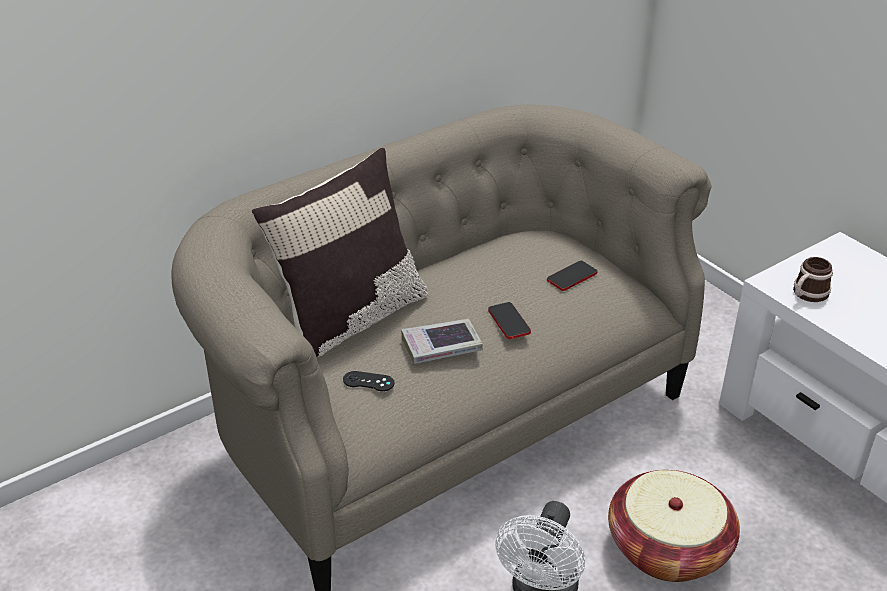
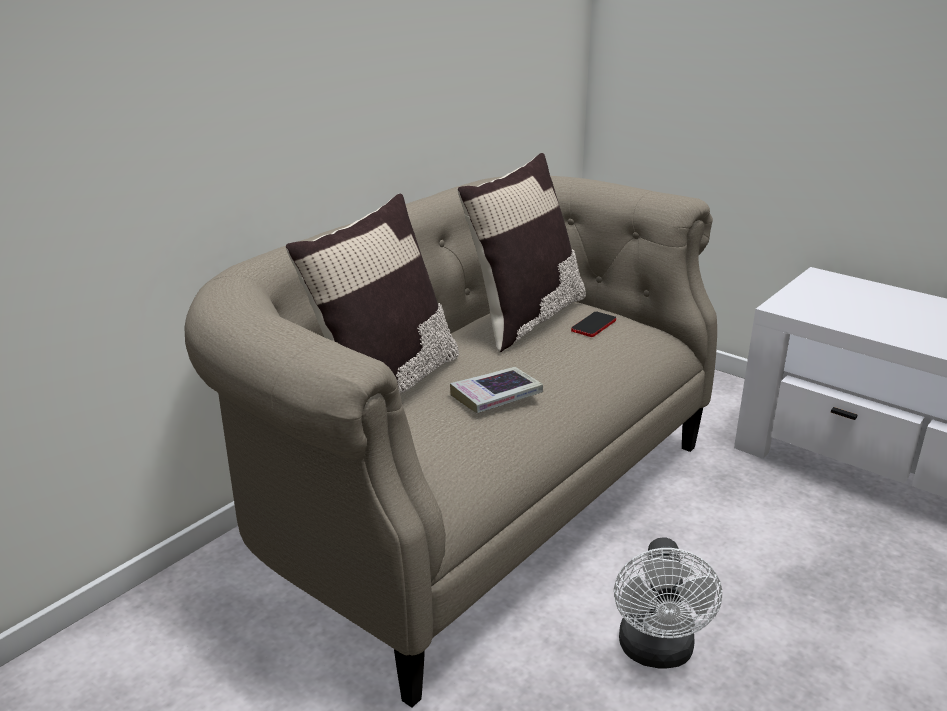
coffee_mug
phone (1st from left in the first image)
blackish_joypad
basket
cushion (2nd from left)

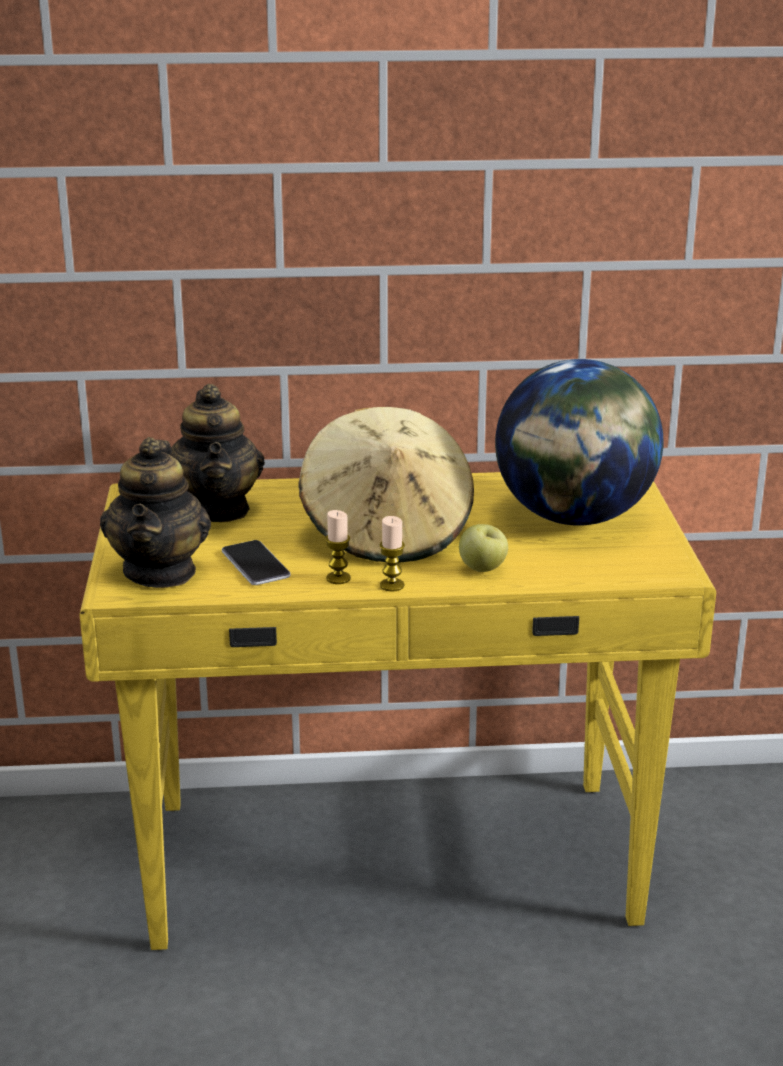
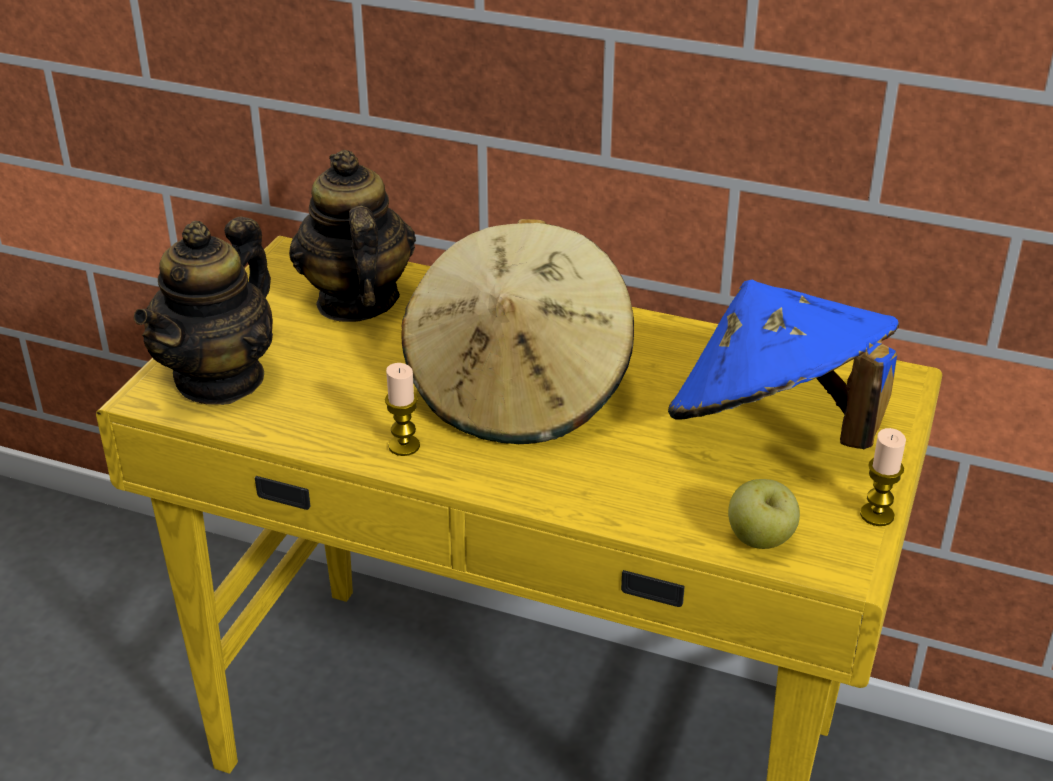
bluish_clothing_hat
pot_for_tea (2nd from left)
wax_light (2nd from left)
apple
phone

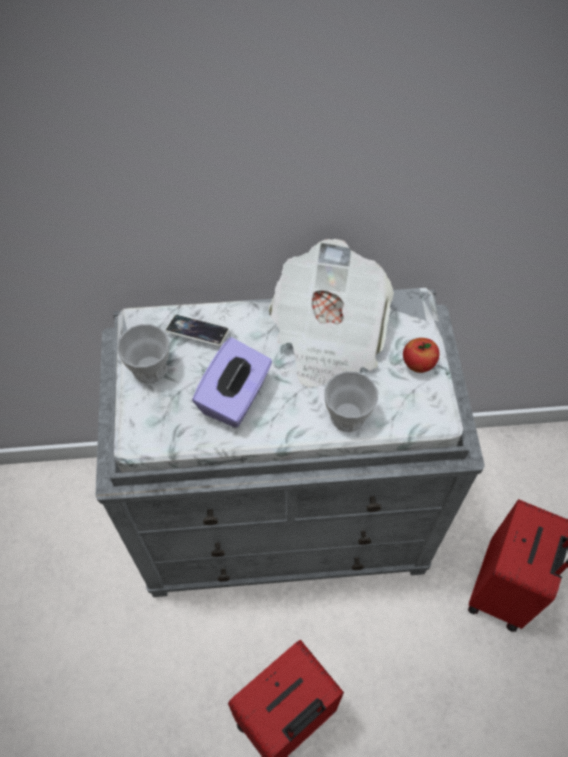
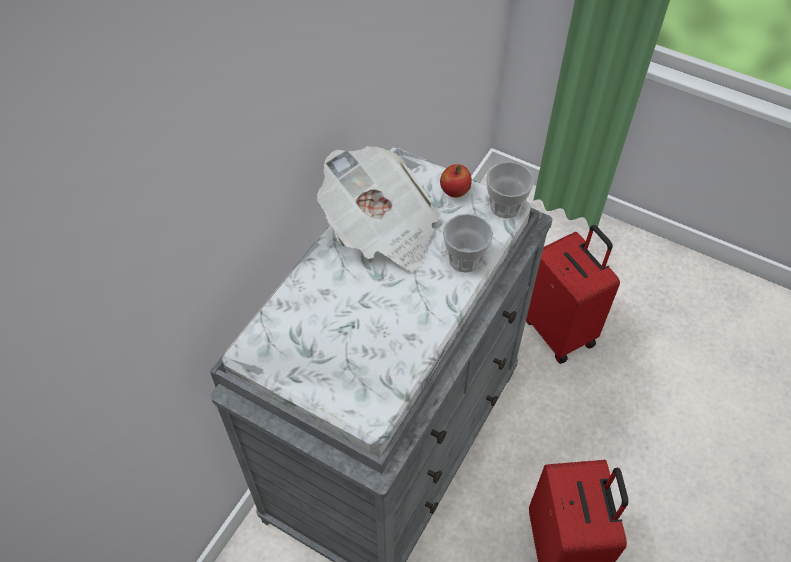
phone
drinking_cup (2nd from left)
purple_tissue_holder

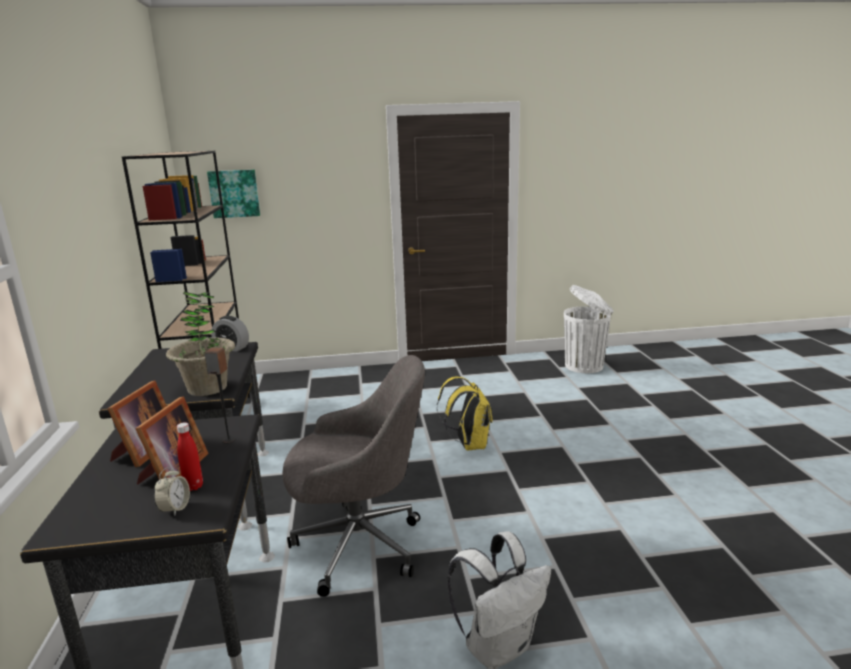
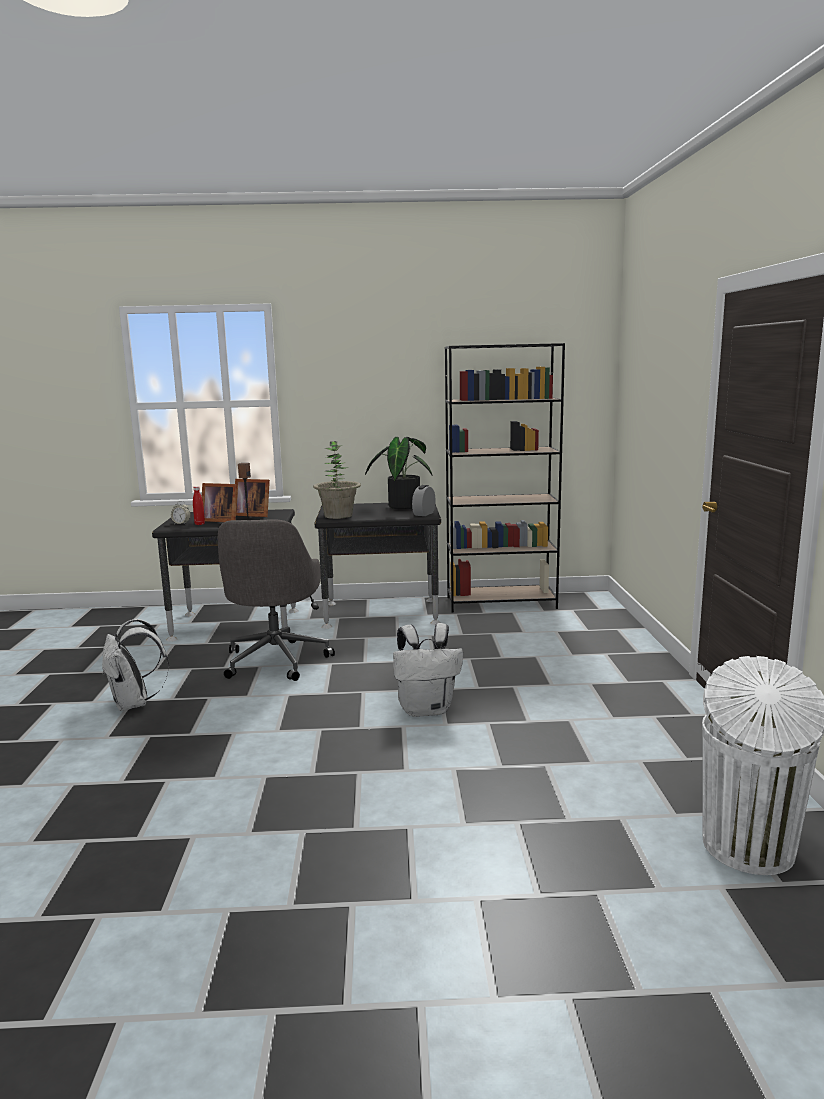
wall_picture
white_rucksack (2nd from left)
houseplant (2nd from left)

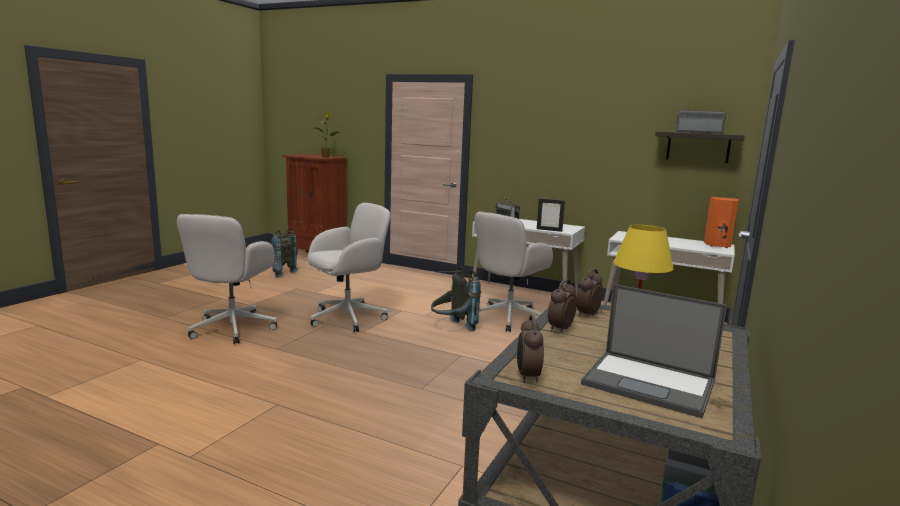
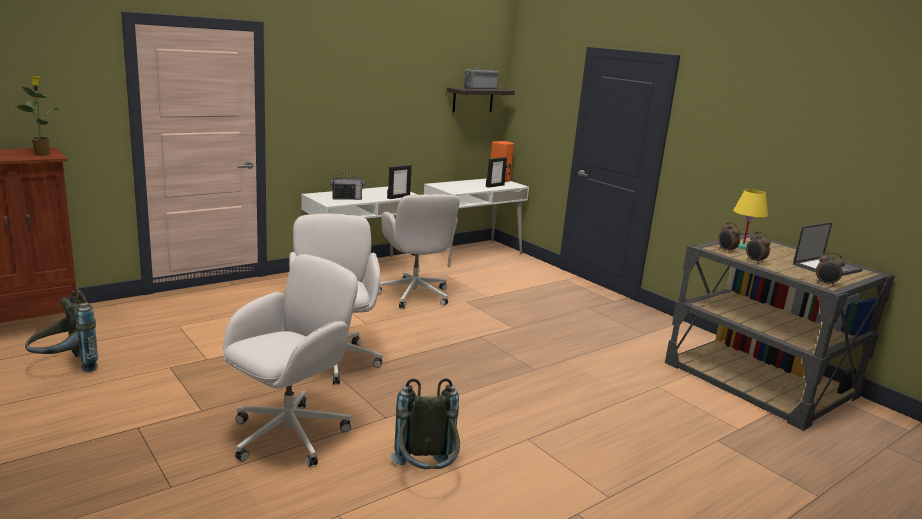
white_desk_chair (1st from left)
grey_rucksack (2nd from left)
standing_frame (2nd from left)

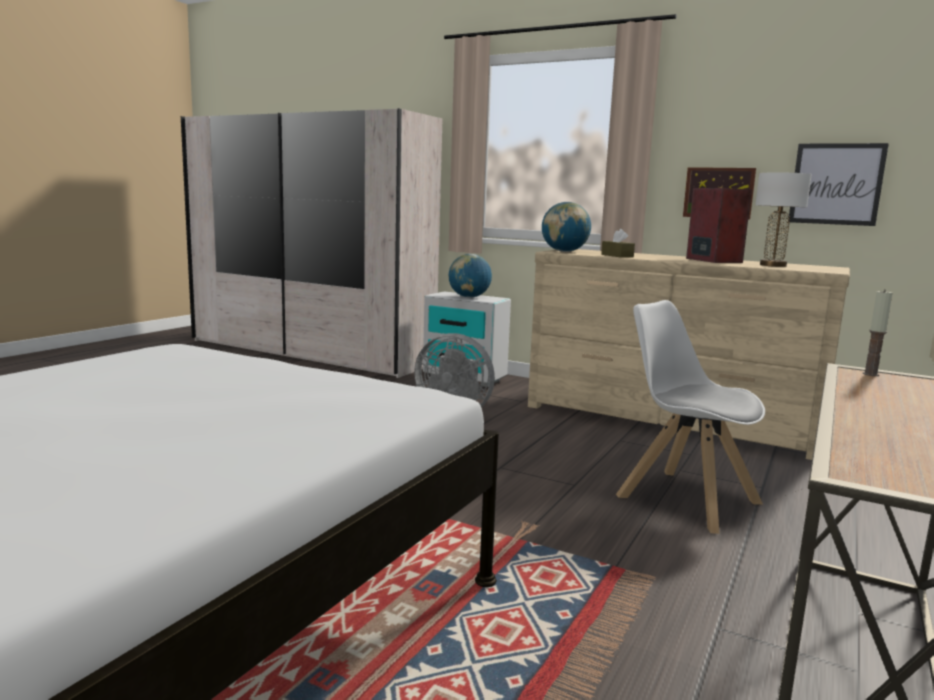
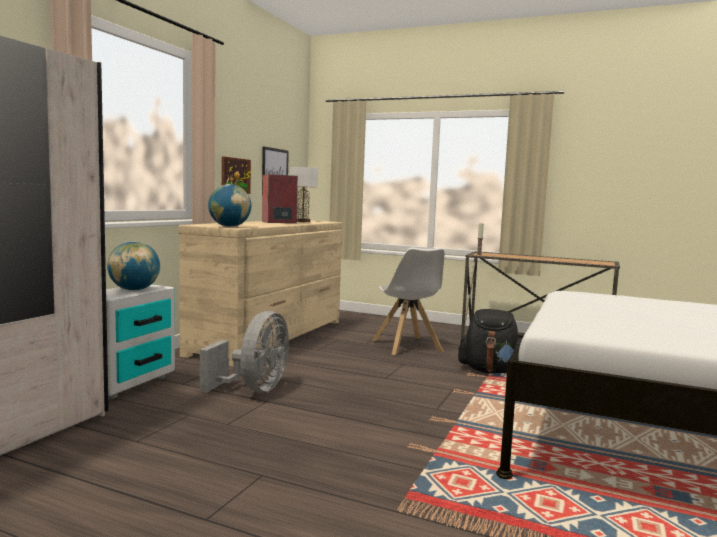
brown_tissue_holder
plain_chair
blackish_rucksack

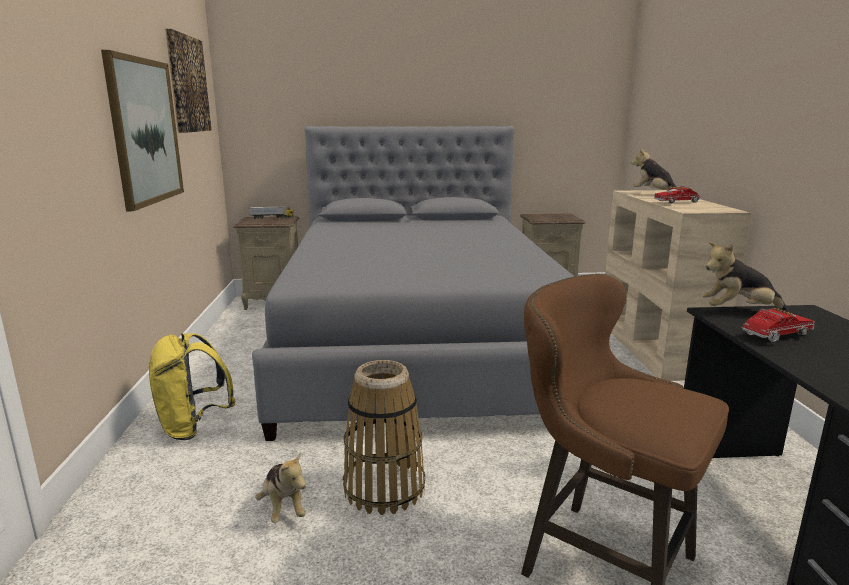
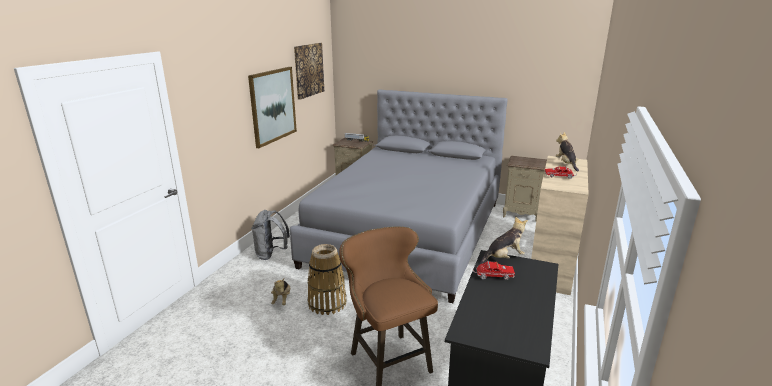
plush_toy (2nd from left)
grey_rucksack

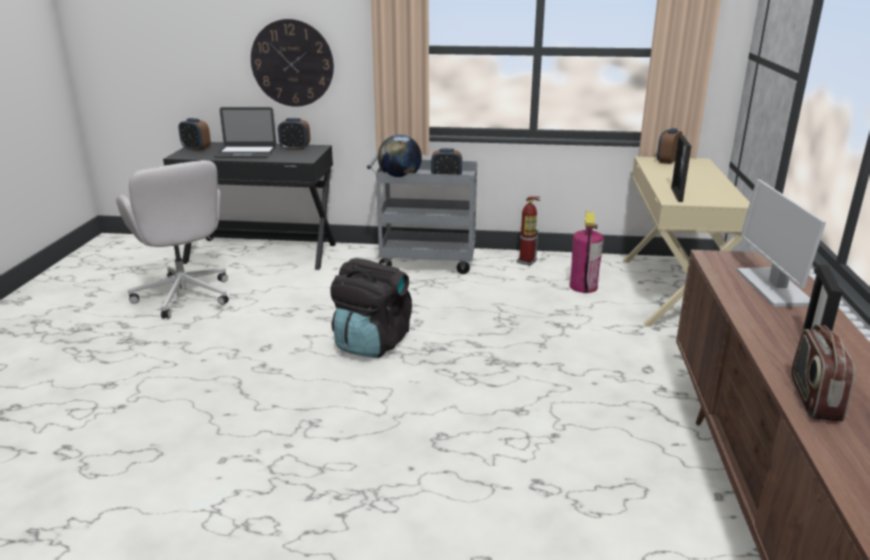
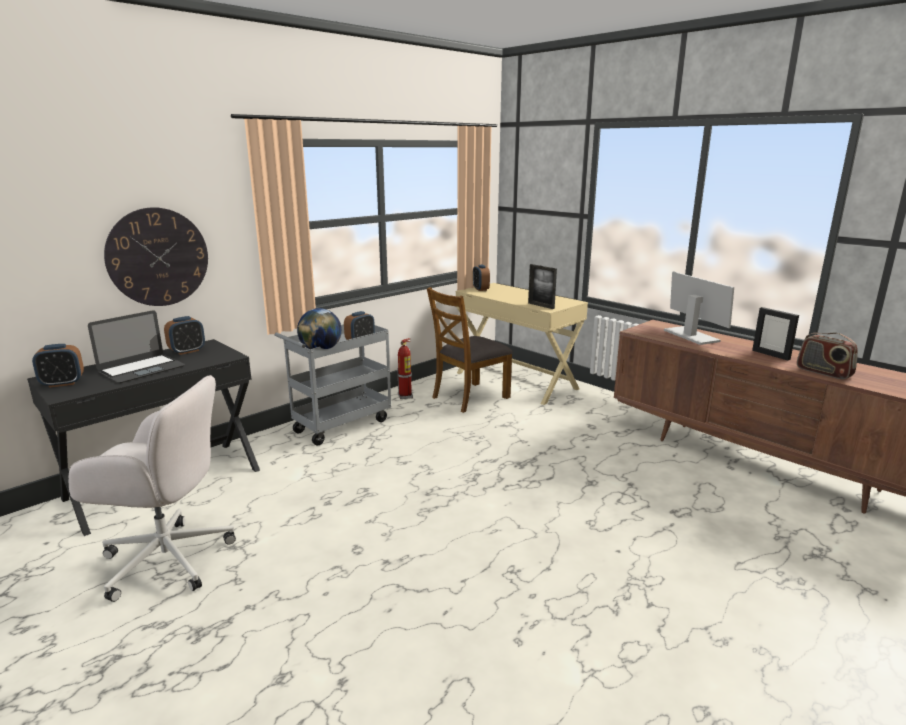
computer_display
brown_plain_chair
blackish_rucksack

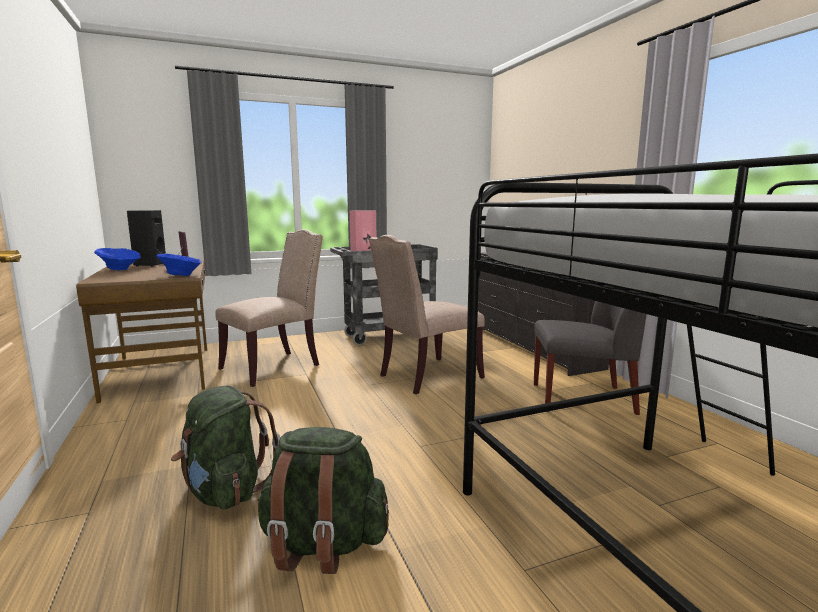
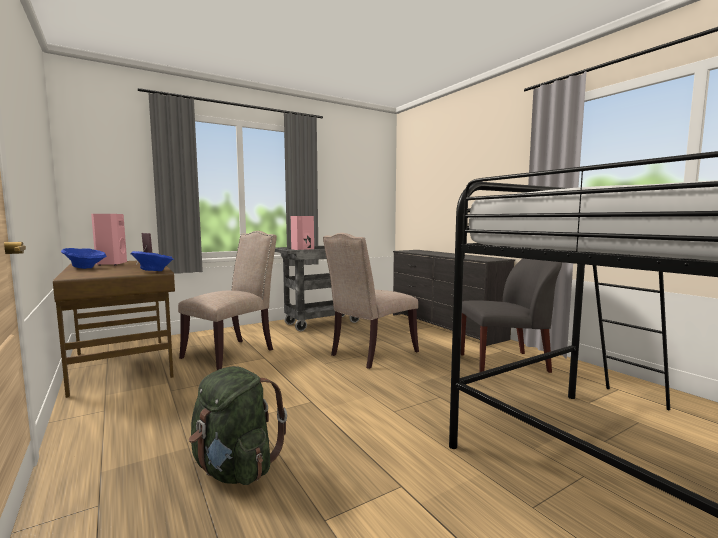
pink-coloured_audio_speaker (1st from left)
green-coloured_rucksack (2nd from left in the first image)

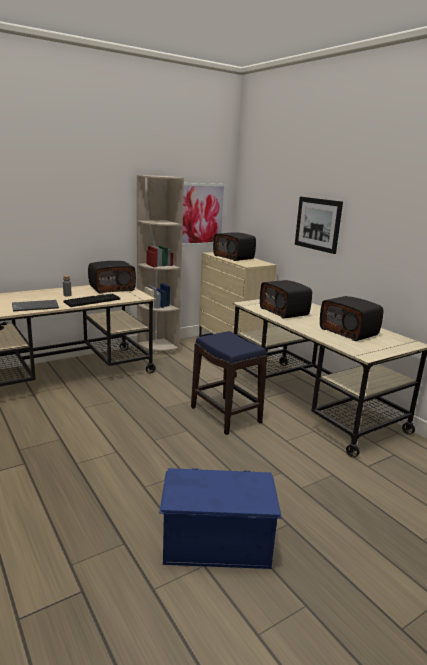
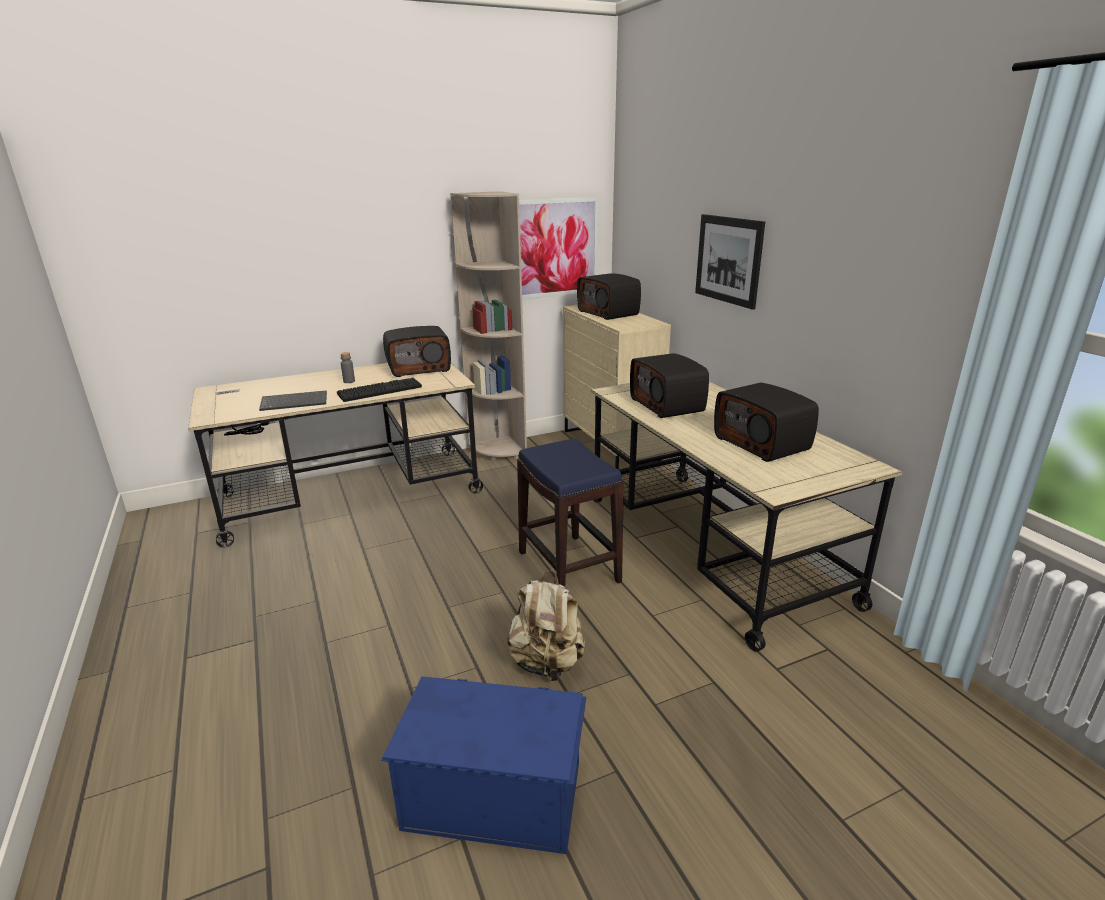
sand-coloured_rucksack

